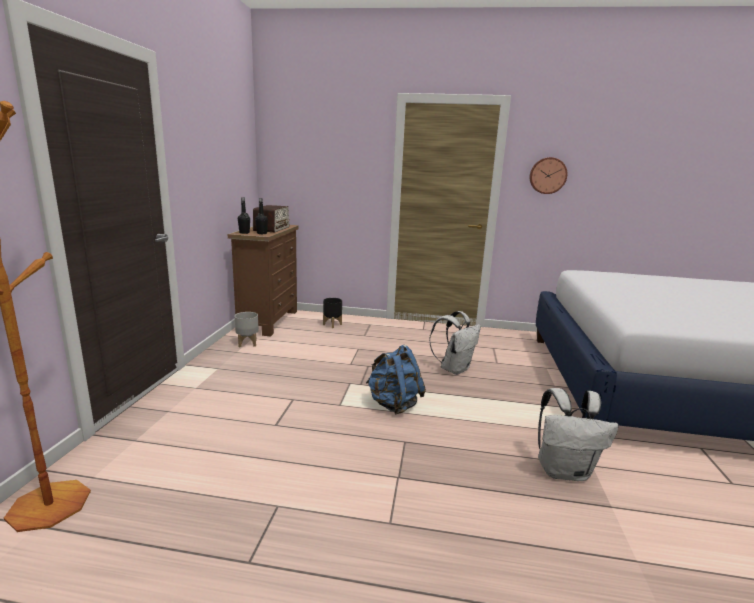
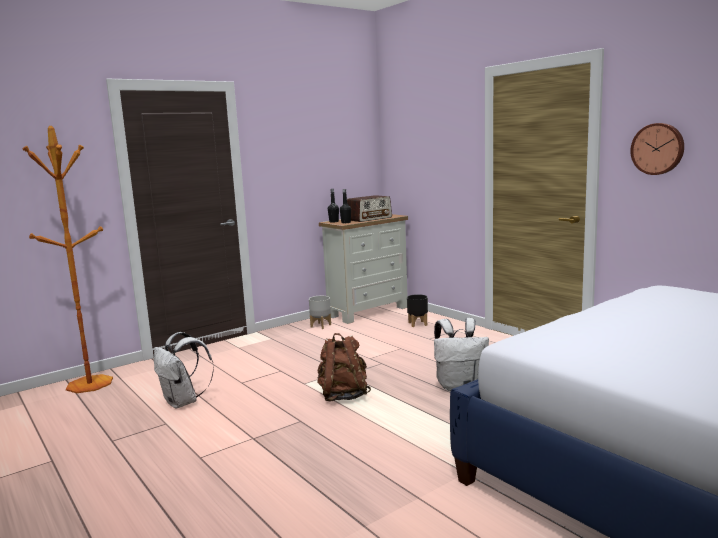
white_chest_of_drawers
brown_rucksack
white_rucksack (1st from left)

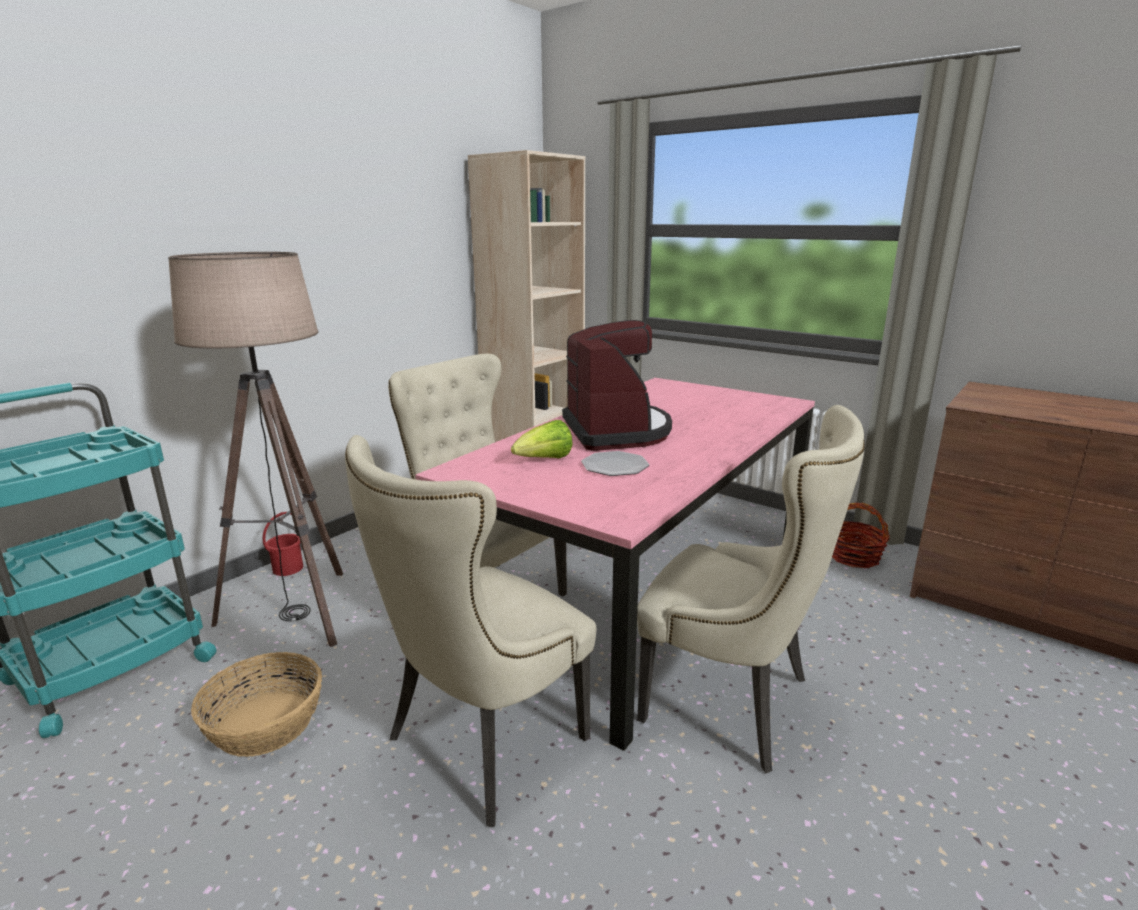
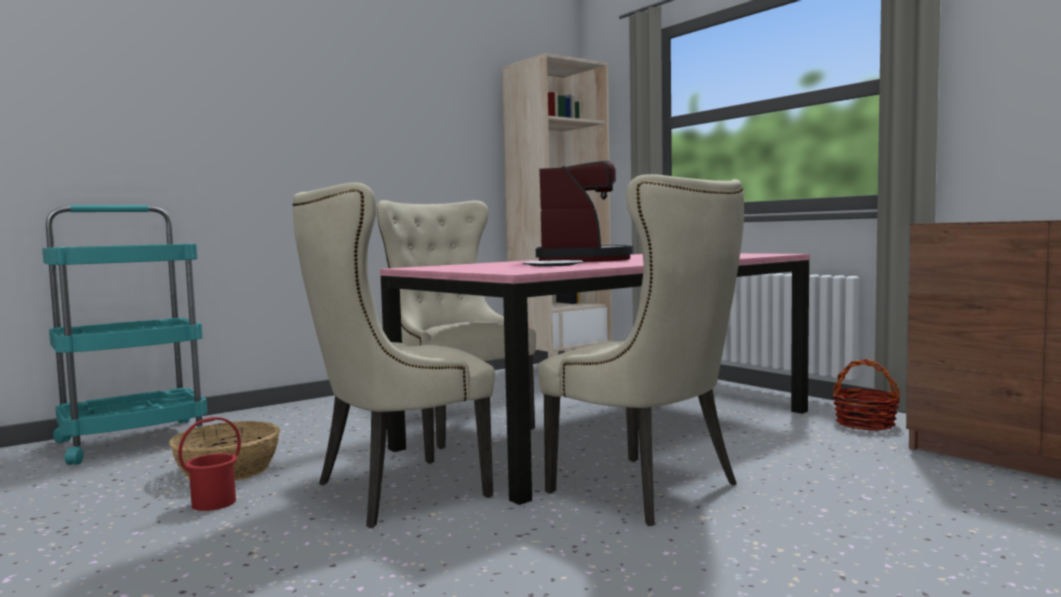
floor_lamp
lettuce
red-coloured_bucket

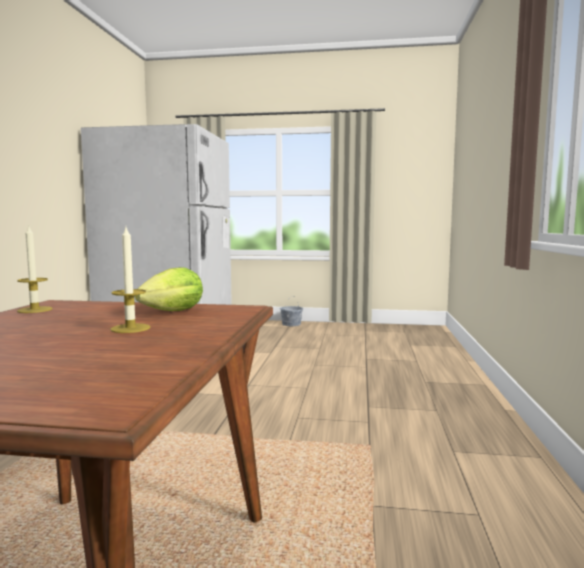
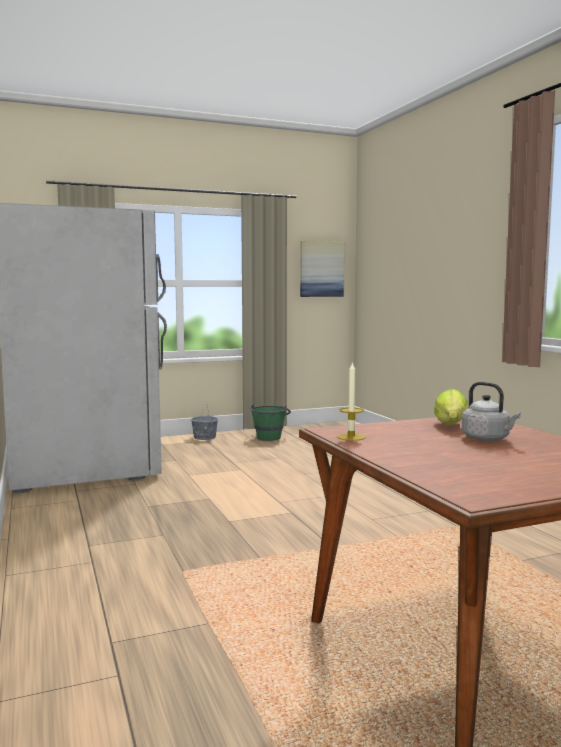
grey_kettle
wall_picture
green-coloured_bucket

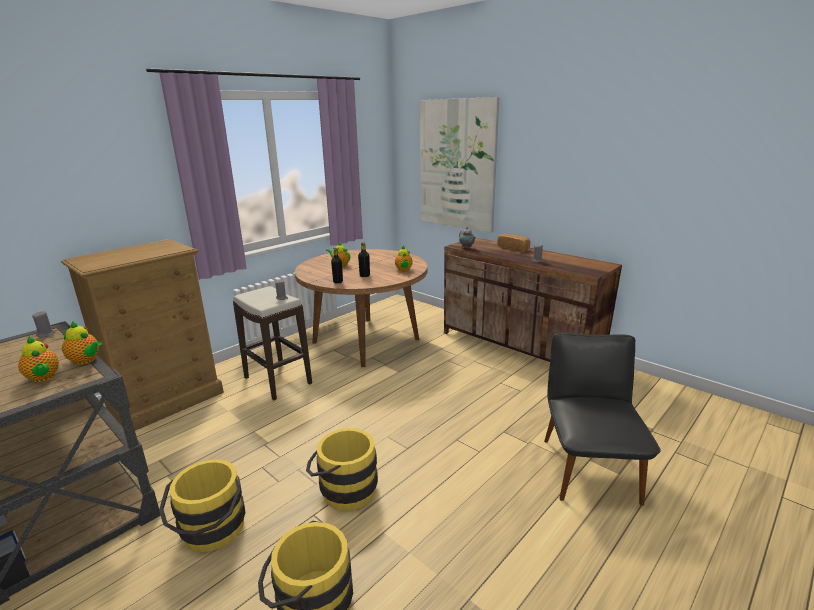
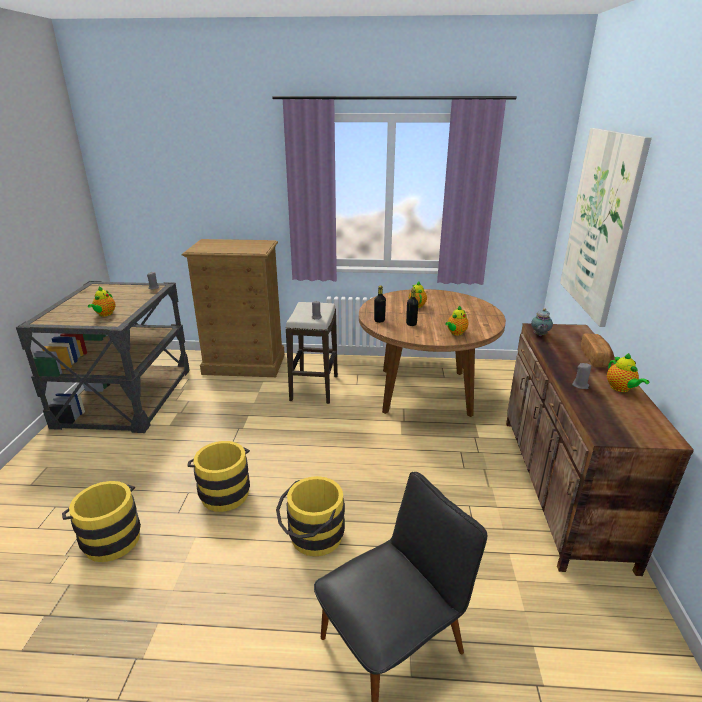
pot_for_tea (5th from left)
yellow_bucket (3rd from left)

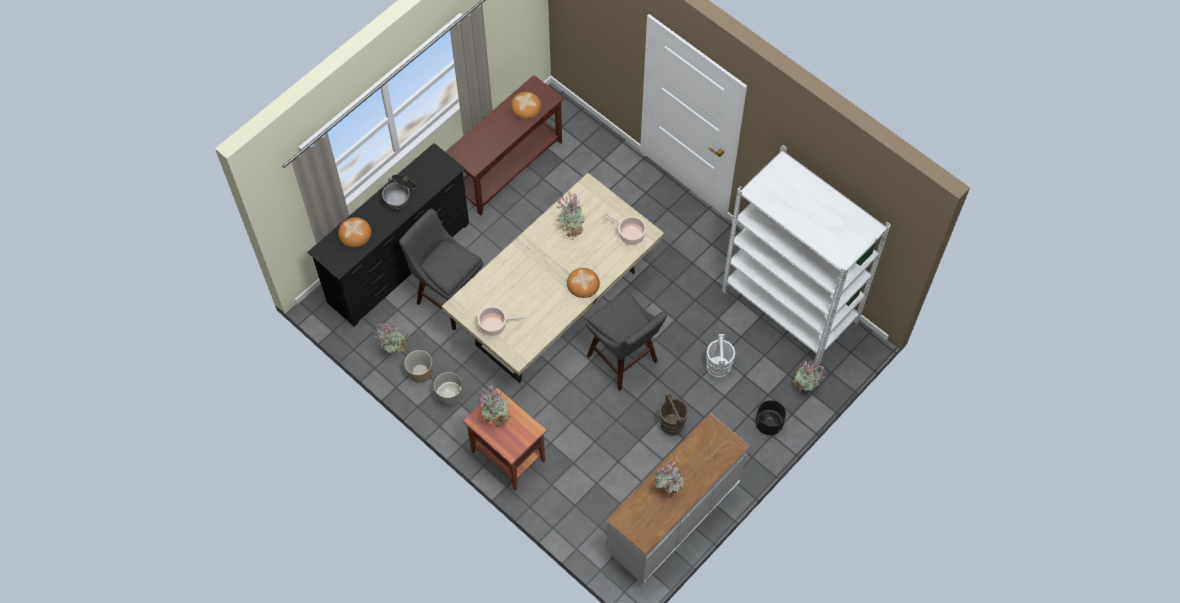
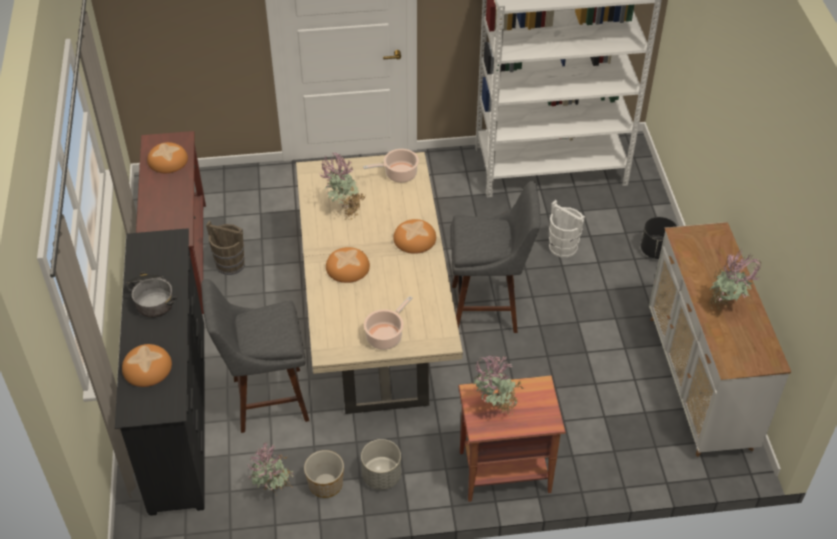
houseplant (5th from left in the first image)
brown_bucket
bread (3rd from left)

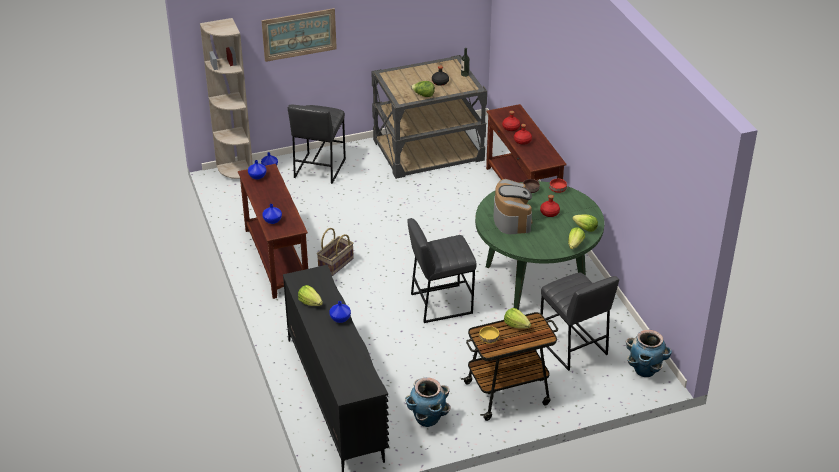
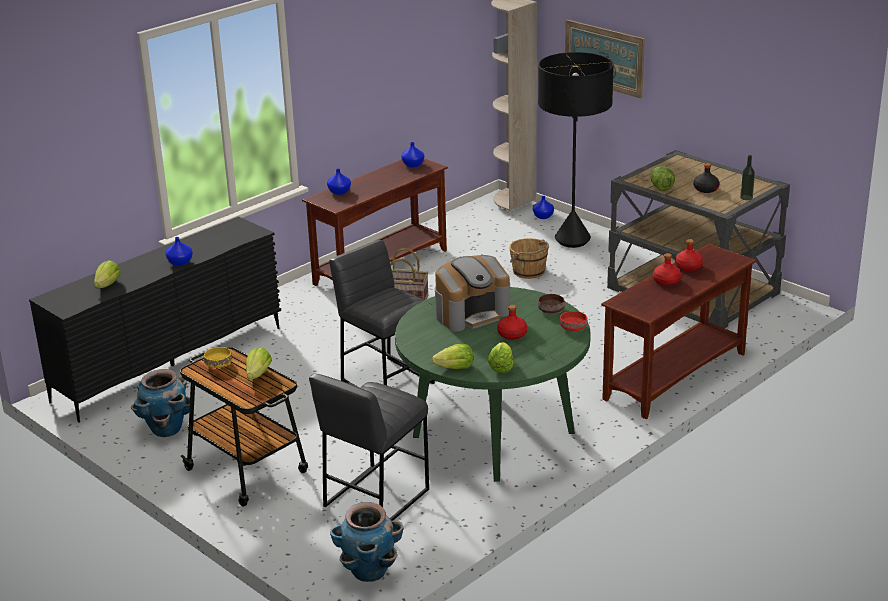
blackish_floor_lamp
lettuce (1st from left)
brown_bucket

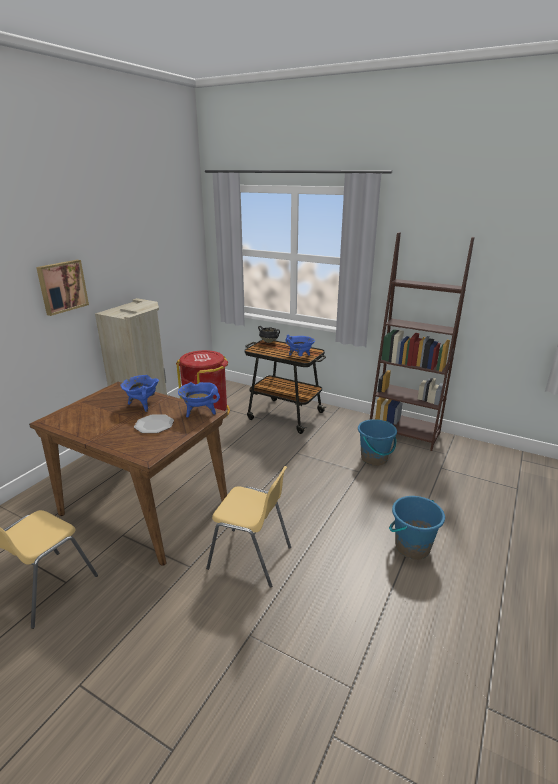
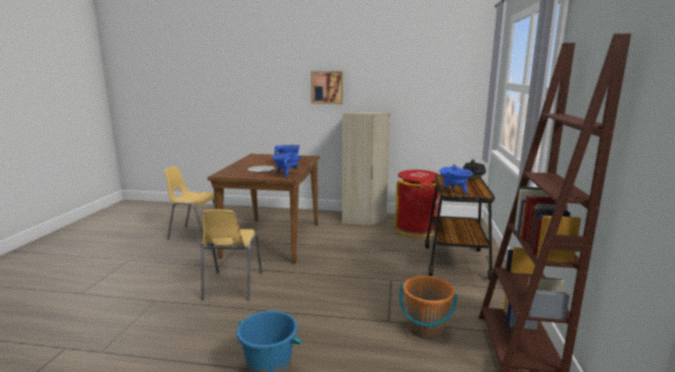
orangey_bucket

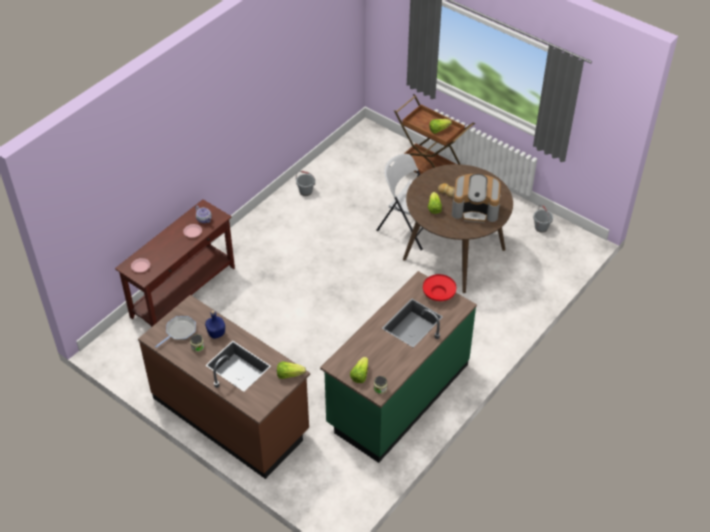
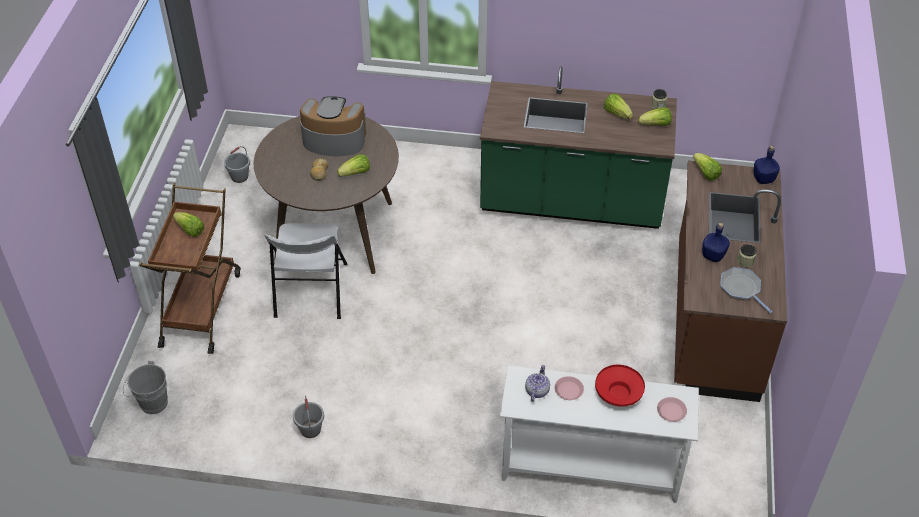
coffee_maker
white_narrow_table
red-coloured_bowl
pan
lettuce (3rd from left)
bluish_drink_bottle (2nd from left)
grey_bucket (1st from left)

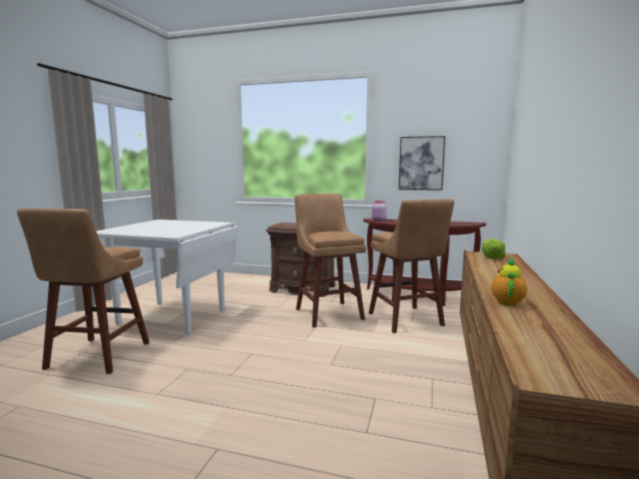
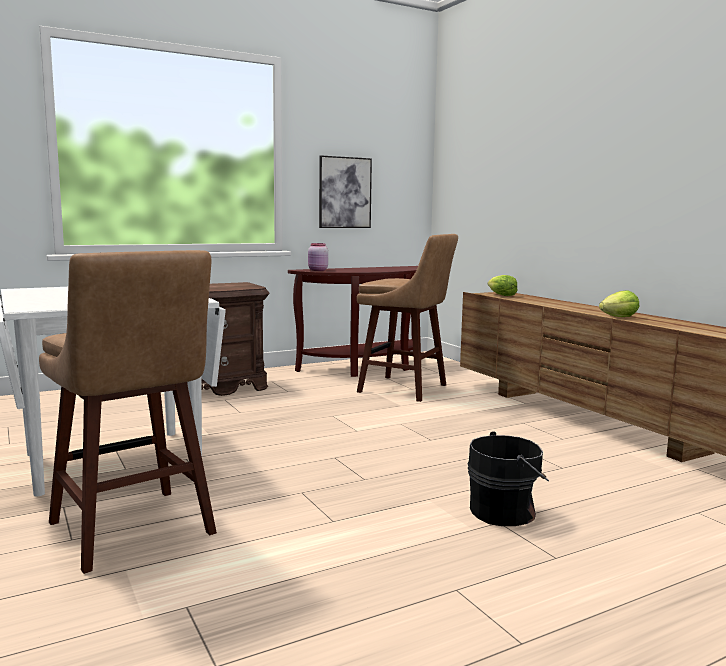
brown_sitting_stool (2nd from left in the first image)
lettuce (2nd from left)
blackish_bucket

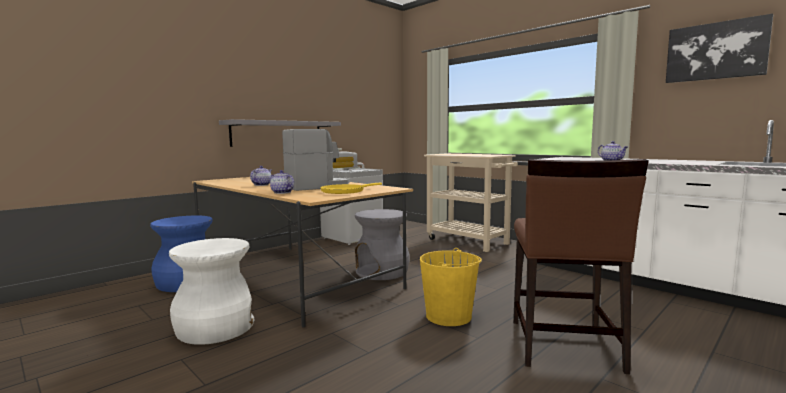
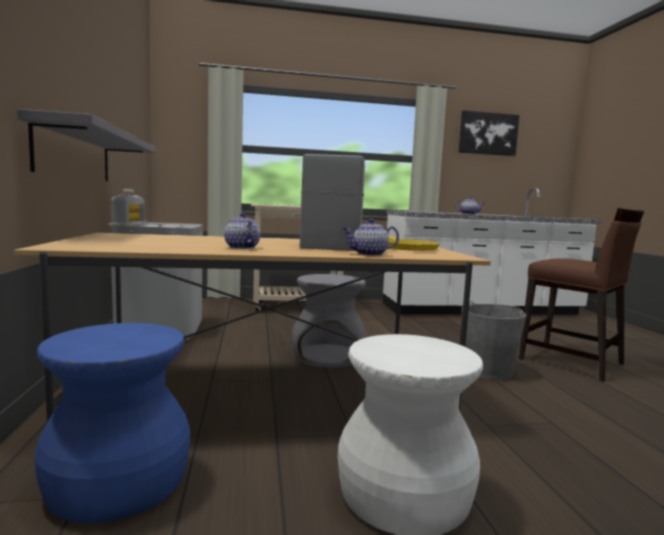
grey_bucket

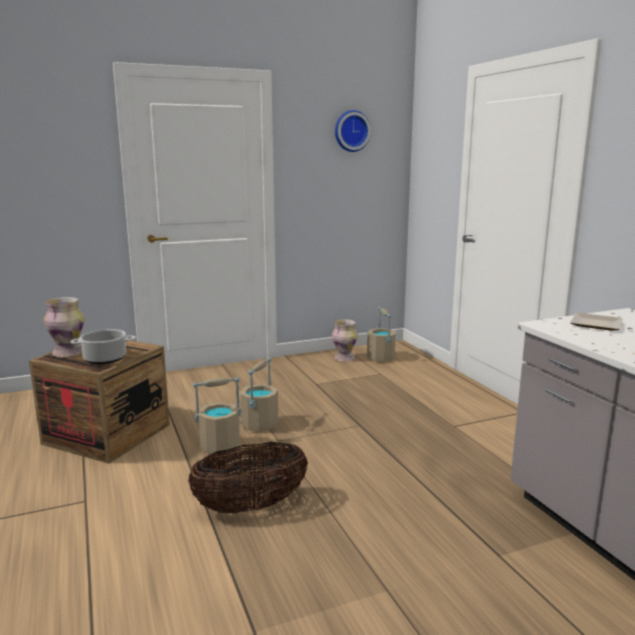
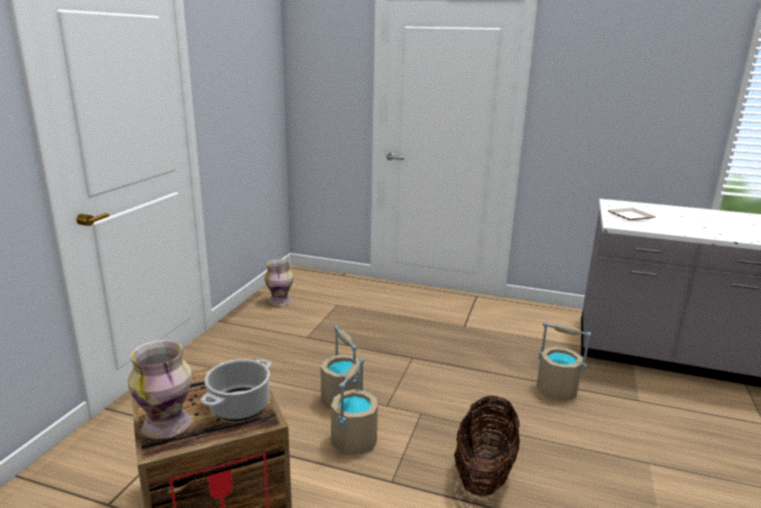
clock_on_the_wall
sand-coloured_bucket (3rd from left)

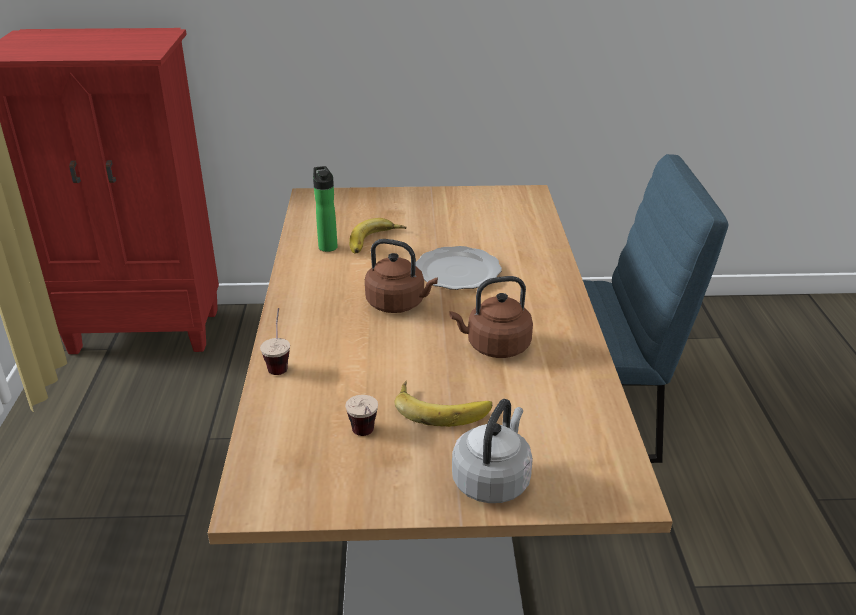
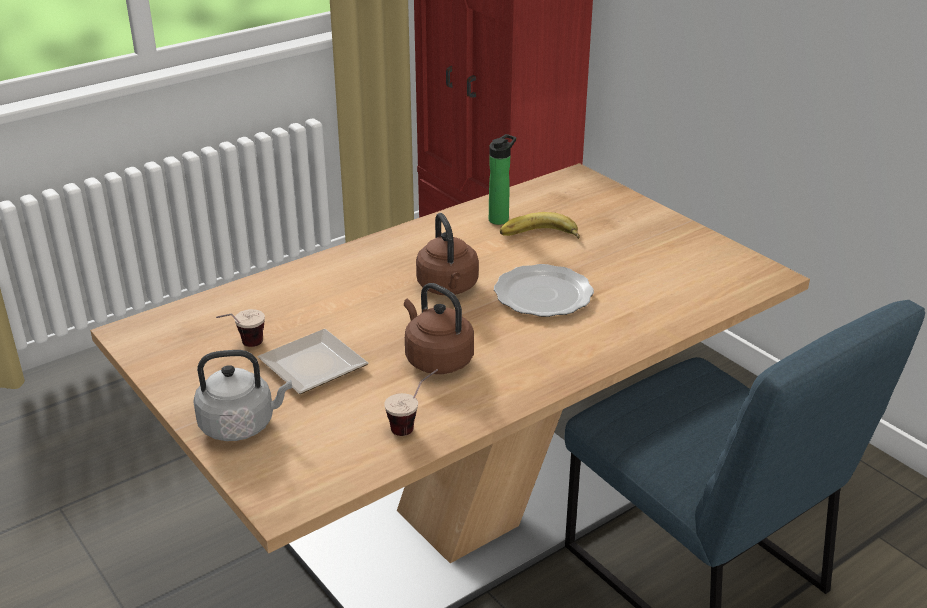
drinking_cup (2nd from left)
plate (1st from left)

